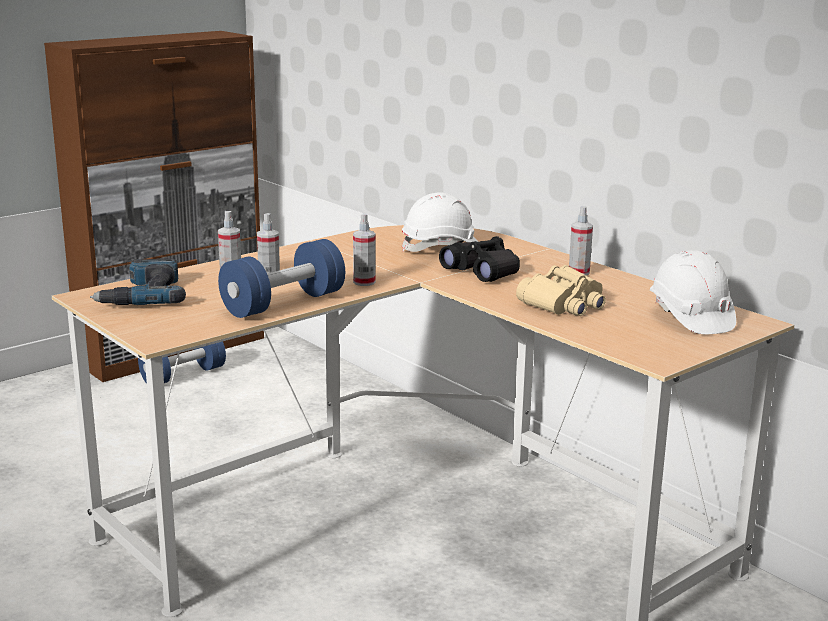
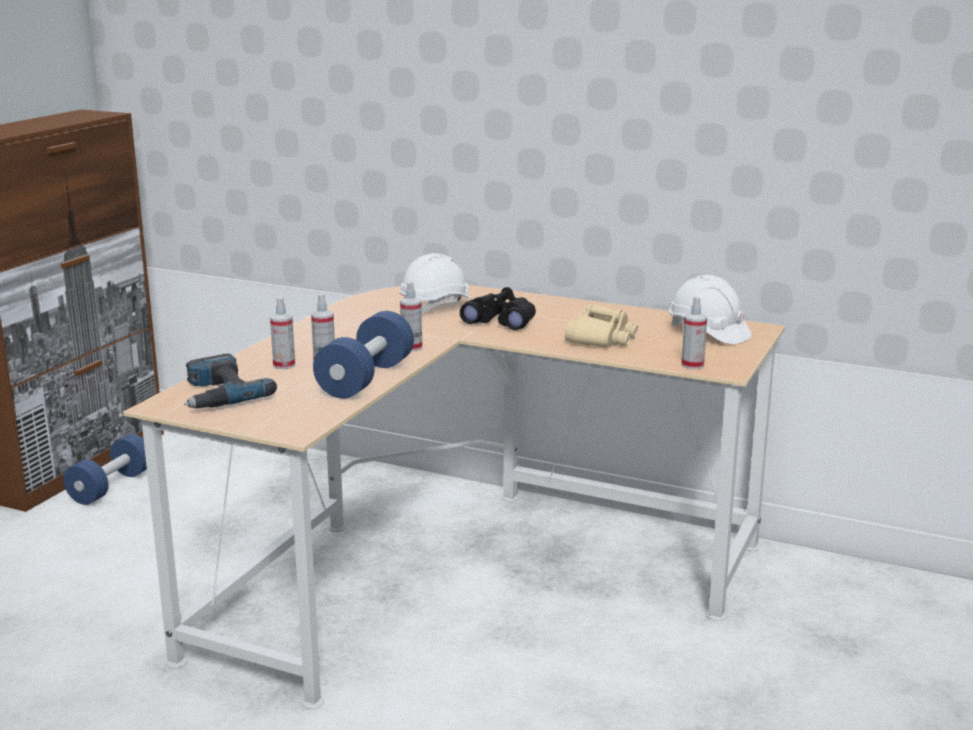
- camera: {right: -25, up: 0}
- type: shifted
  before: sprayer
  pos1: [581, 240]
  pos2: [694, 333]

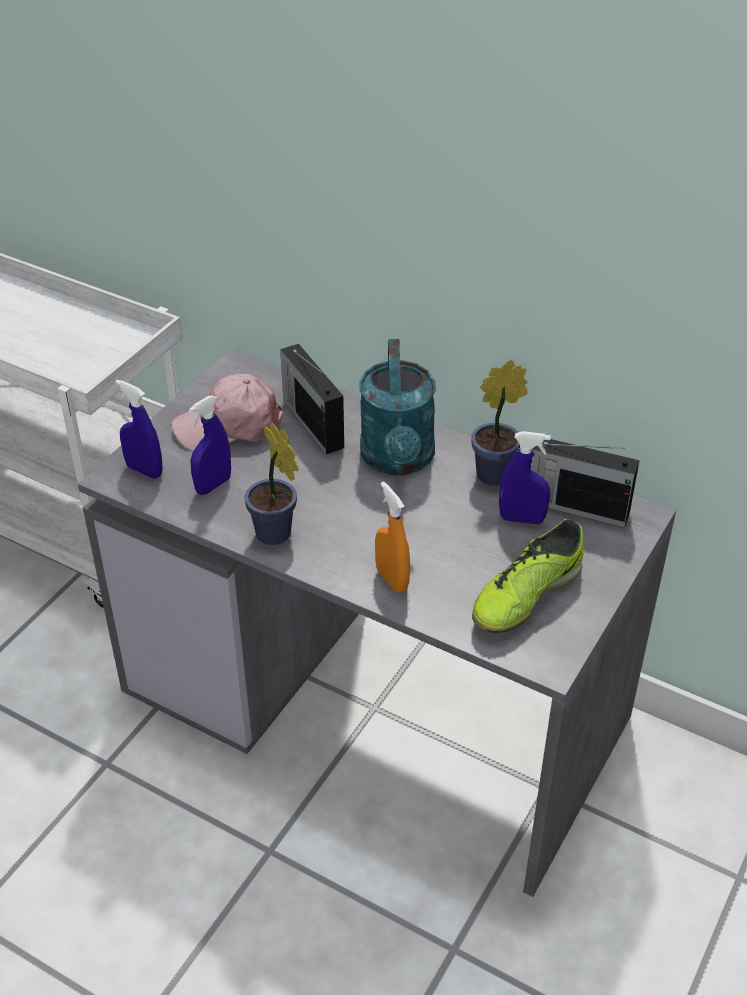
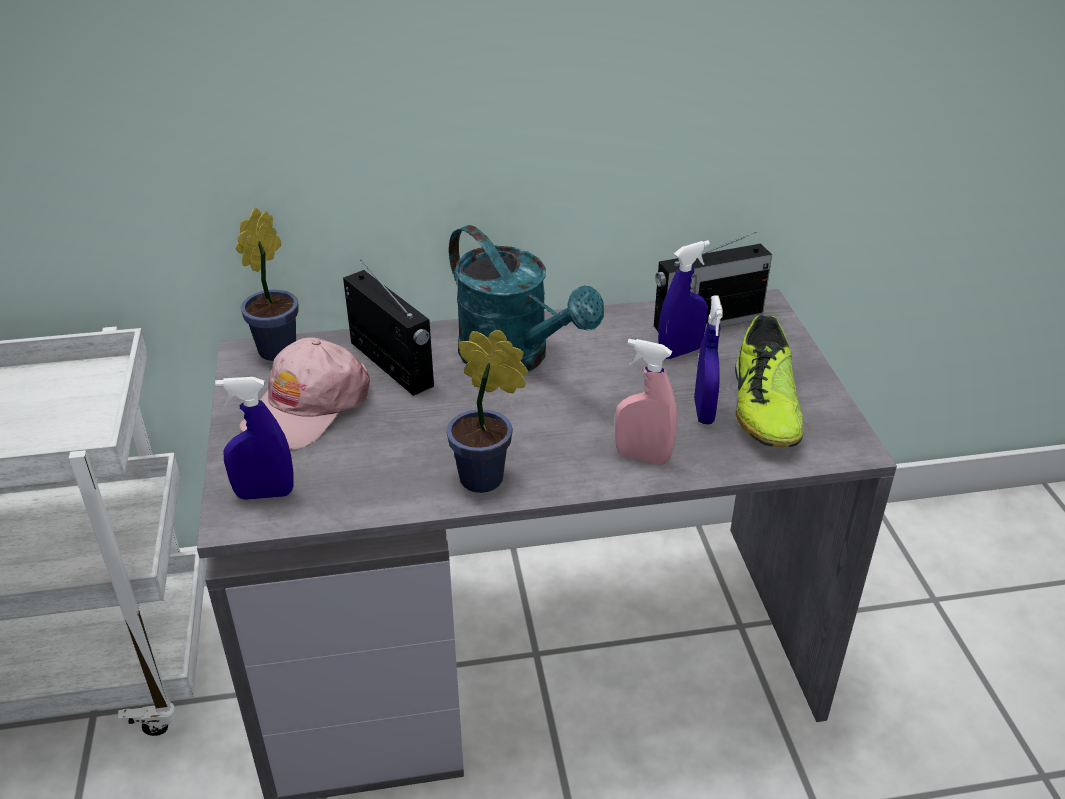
- camera: {right: -40, up: -5}
- type: shifted
  before: houseplant
  pos1: [499, 423]
  pos2: [267, 284]
- type: rotated
  before: radio
  pos1: [312, 399]
  pos2: [388, 328]
  turn: -150
- type: repainted
  before: orange-coloured sprayer
  after: pink-coloured sprayer
  pos1: [392, 537]
  pos2: [646, 402]
- type: shifted
  before: bluish sprayer
  pos1: [209, 445]
  pos2: [708, 359]

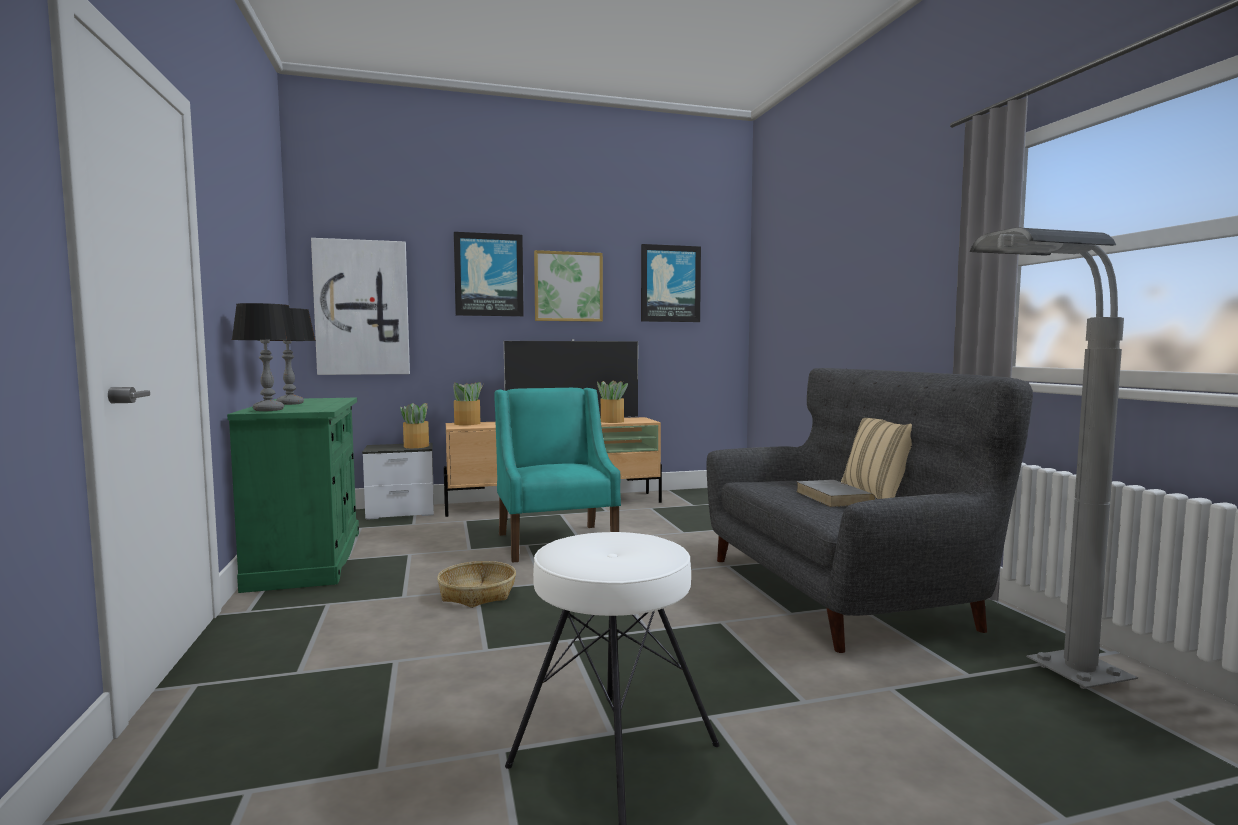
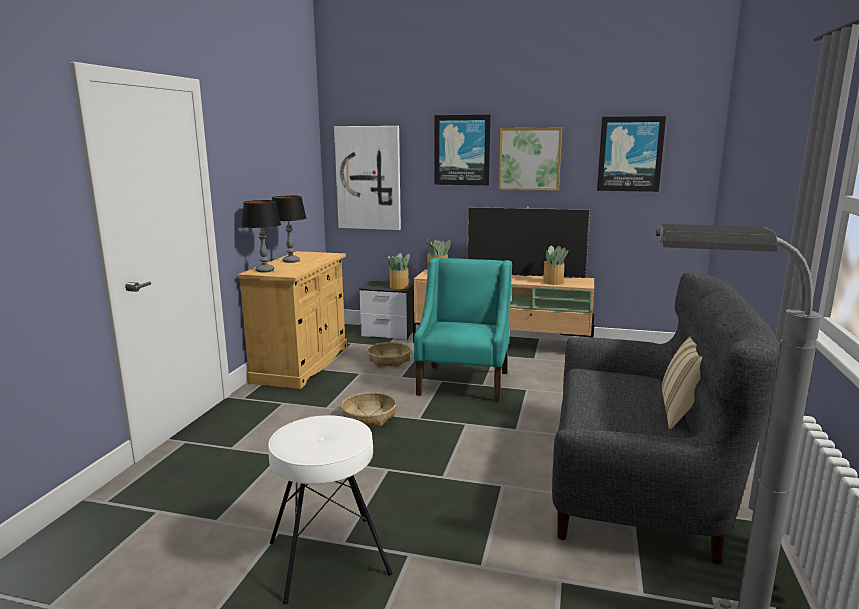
- camera: {right: 30, up: 10}
- type: repainted
  before: green-coloured cabinet
  after: beige-coloured cabinet
  pos1: [293, 495]
  pos2: [292, 320]
- type: new
  after: basket
  pos2: [389, 354]
- type: gone
  before: grey book
  pos1: [836, 493]

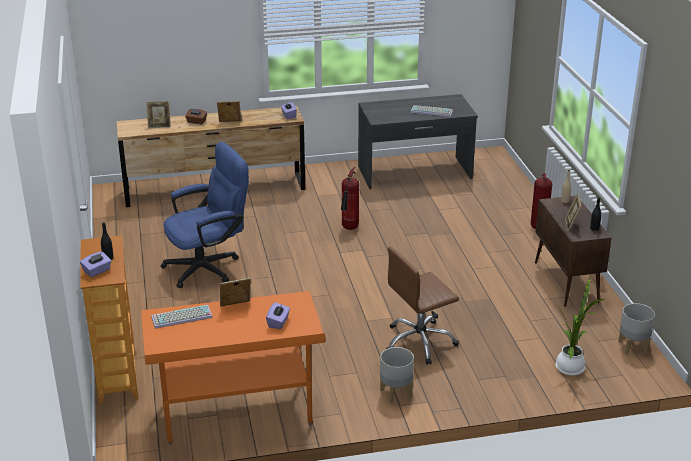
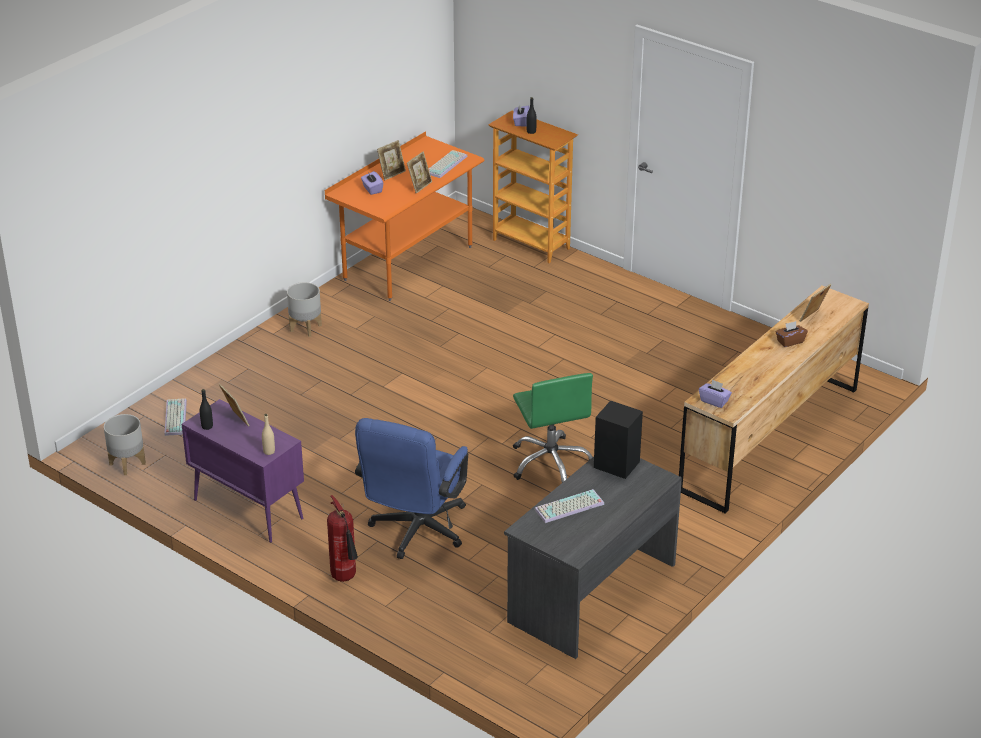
- camera: {right: 140, up: 5}
- type: swapped
  before: houseplant
  after: keyboard
  pos1: [580, 327]
  pos2: [175, 417]
- type: repainted
  before: brownish cabinet
  after: purple-coloured cabinet
  pos1: [573, 251]
  pos2: [243, 471]
- type: shifted
  before: bluish computer chair
  pos1: [205, 215]
  pos2: [411, 488]
- type: shifted
  before: picture frame
  pos1: [229, 111]
  pos2: [391, 160]
- type: swapped
  before: fire-fighting cylinder
  after: green-coloured computer chair
  pos1: [350, 198]
  pos2: [553, 428]
- type: new
  after: blackish loudspeaker
  pos2: [618, 439]
- type: gone
  before: brownish computer chair
  pos1: [422, 306]

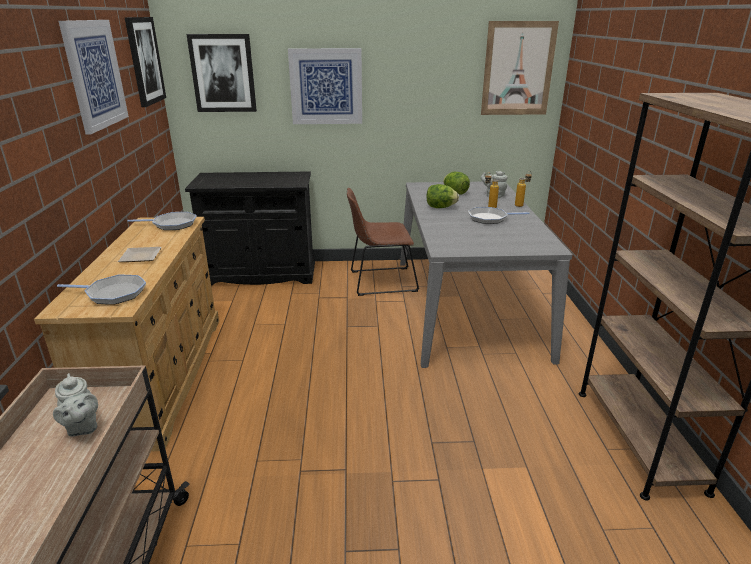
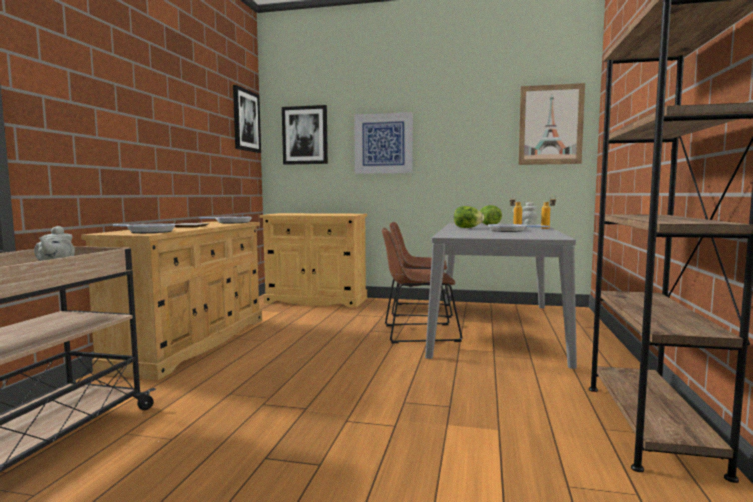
- camera: {right: 15, up: -20}
- type: repainted
  before: blackish cabinet
  after: beige-coloured cabinet
  pos1: [250, 229]
  pos2: [313, 260]
- type: new
  after: brownish chair
  pos2: [422, 285]
- type: gone
  before: wall picture
  pos1: [93, 77]

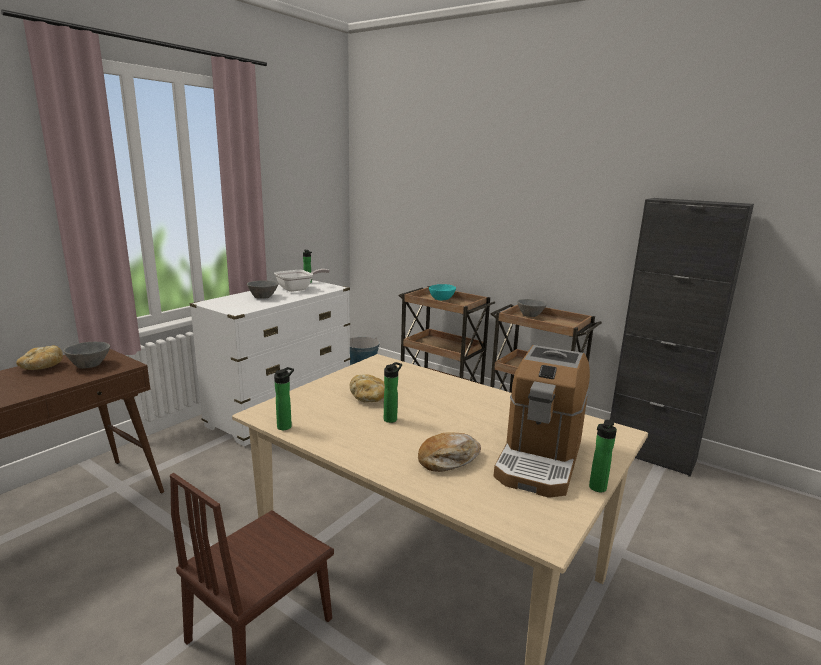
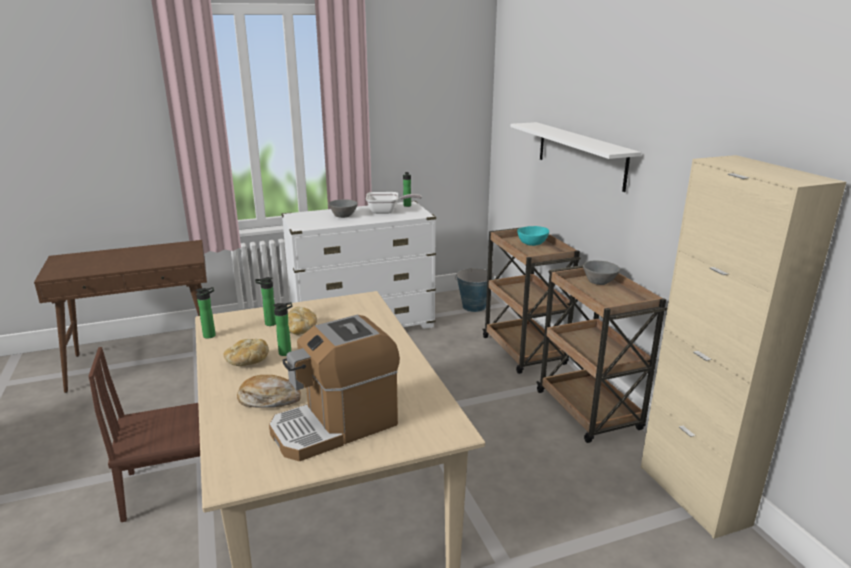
- camera: {right: 35, up: 5}
- type: shifted
  before: bakery bread
  pos1: [39, 357]
  pos2: [246, 352]
- type: shifted
  before: beverage bottle
  pos1: [603, 455]
  pos2: [265, 301]
- type: new
  after: whitish shelf
  pos2: [575, 157]
- type: repainted
  before: blackish cabinet
  after: beige-coloured cabinet
  pos1: [682, 337]
  pos2: [743, 347]
- type: gone
  before: grey serving bowl
  pos1: [86, 355]

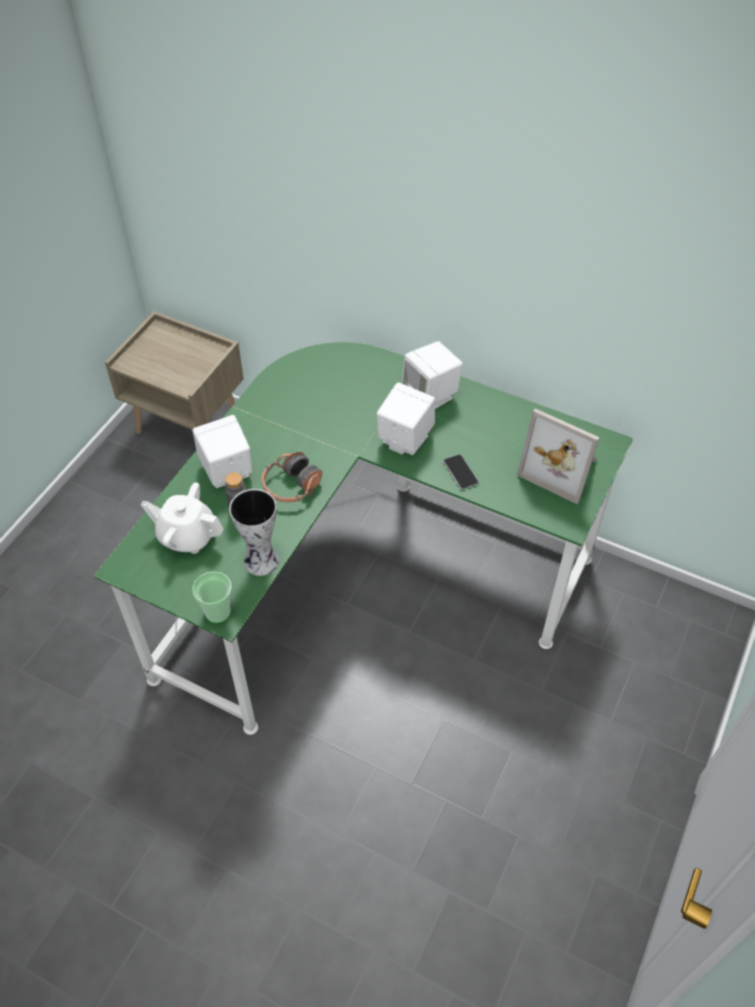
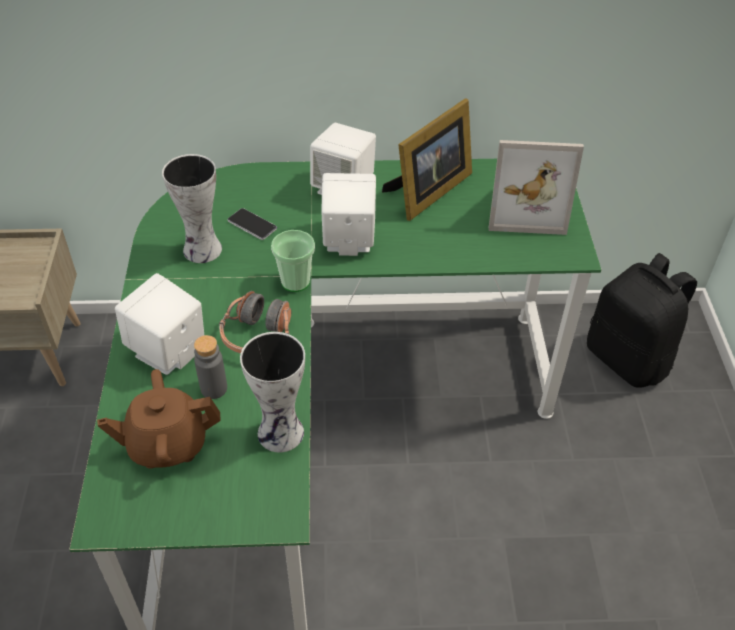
- camera: {right: -30, up: -5}
- type: repainted
  before: whitish pot for tea
  after: brownish pot for tea
  pos1: [182, 518]
  pos2: [159, 419]
- type: new
  after: decorative vase
  pos2: [192, 208]
- type: shifted
  before: telephone
  pos1: [461, 472]
  pos2: [252, 224]
- type: shifted
  before: small cup
  pos1: [212, 597]
  pos2: [293, 261]
- type: new
  after: picture frame
  pos2: [427, 159]
- type: new
  after: blackish rucksack
  pos2: [642, 320]

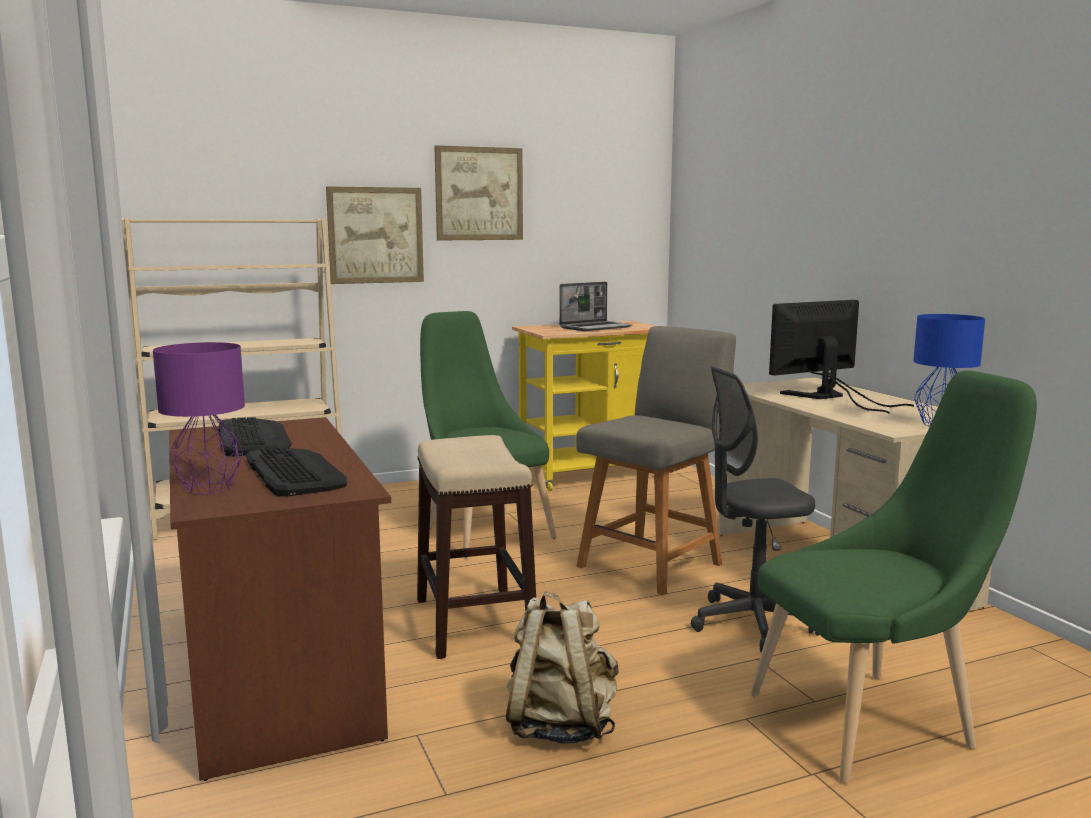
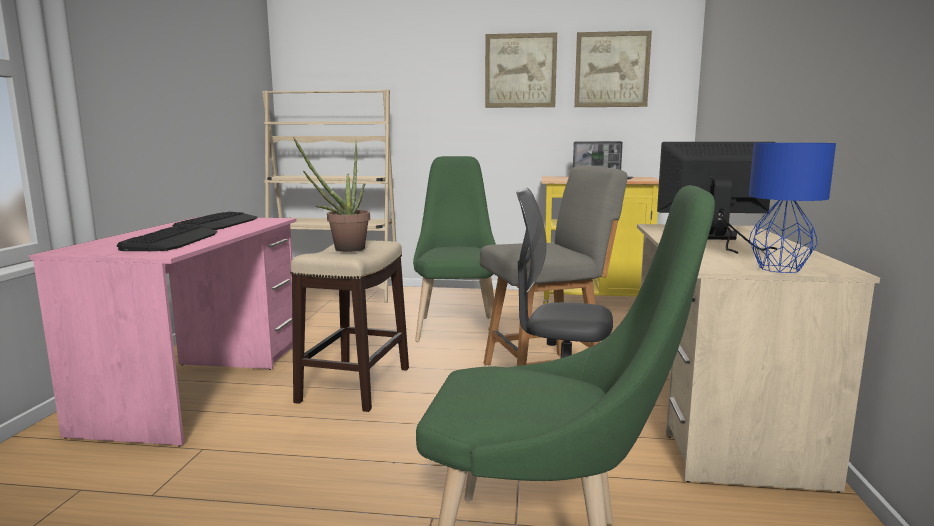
- camera: {right: 30, up: 0}
- type: repainted
  before: brownish desk unit
  after: pink-coloured desk unit
  pos1: [280, 599]
  pos2: [162, 331]
- type: new
  after: houseplant
  pos2: [331, 194]
- type: shifted
  before: wall picture
  pos1: [375, 235]
  pos2: [613, 69]
- type: gone
  before: purple-coloured lamp for a table
  pos1: [199, 418]
- type: gone
  before: beige-coloured rucksack
  pos1: [562, 668]

